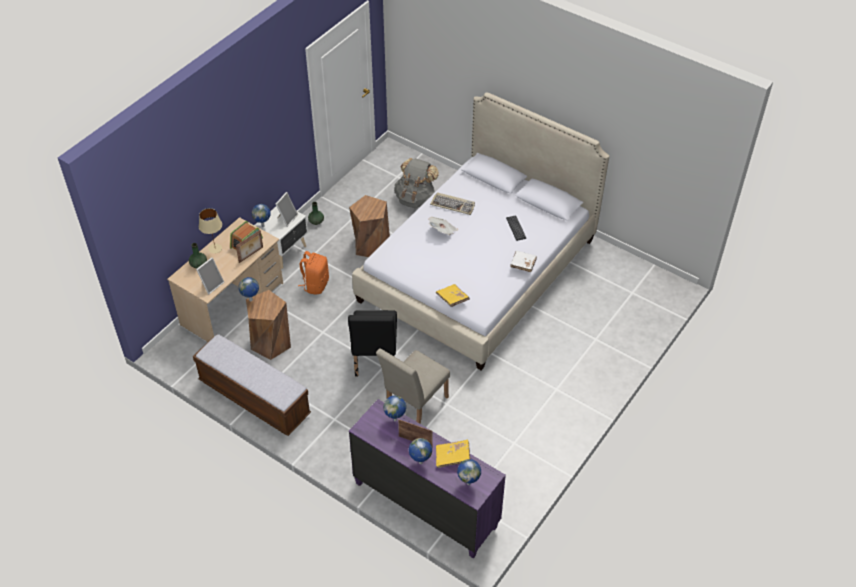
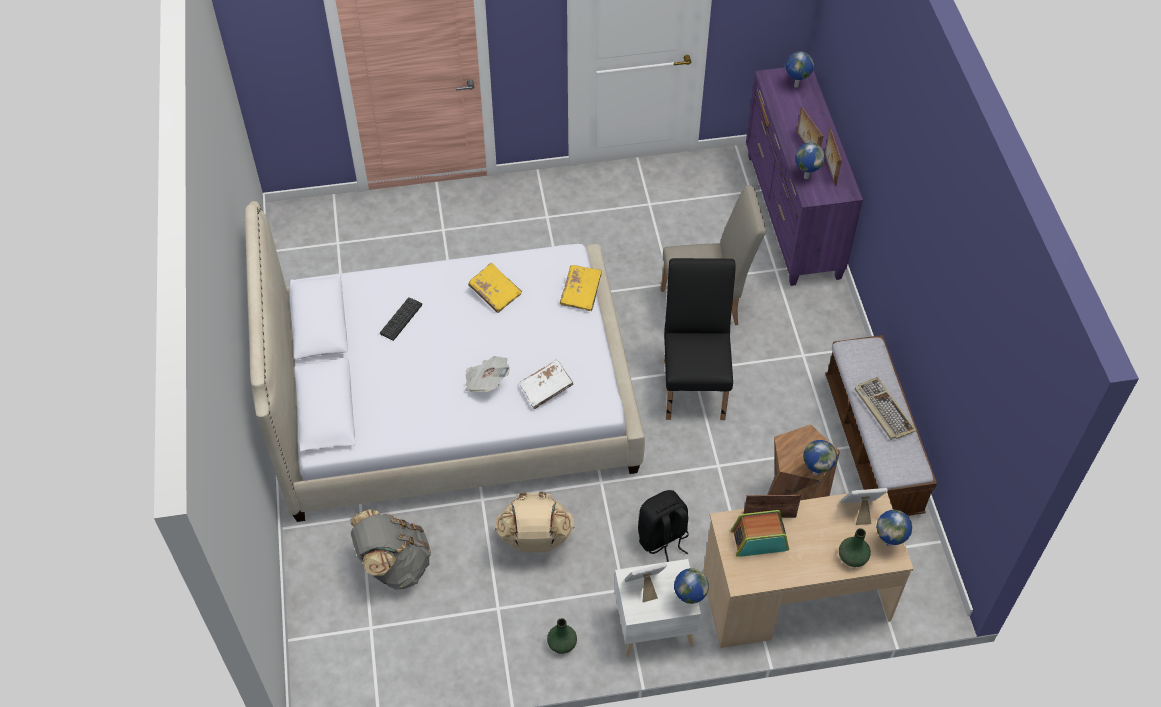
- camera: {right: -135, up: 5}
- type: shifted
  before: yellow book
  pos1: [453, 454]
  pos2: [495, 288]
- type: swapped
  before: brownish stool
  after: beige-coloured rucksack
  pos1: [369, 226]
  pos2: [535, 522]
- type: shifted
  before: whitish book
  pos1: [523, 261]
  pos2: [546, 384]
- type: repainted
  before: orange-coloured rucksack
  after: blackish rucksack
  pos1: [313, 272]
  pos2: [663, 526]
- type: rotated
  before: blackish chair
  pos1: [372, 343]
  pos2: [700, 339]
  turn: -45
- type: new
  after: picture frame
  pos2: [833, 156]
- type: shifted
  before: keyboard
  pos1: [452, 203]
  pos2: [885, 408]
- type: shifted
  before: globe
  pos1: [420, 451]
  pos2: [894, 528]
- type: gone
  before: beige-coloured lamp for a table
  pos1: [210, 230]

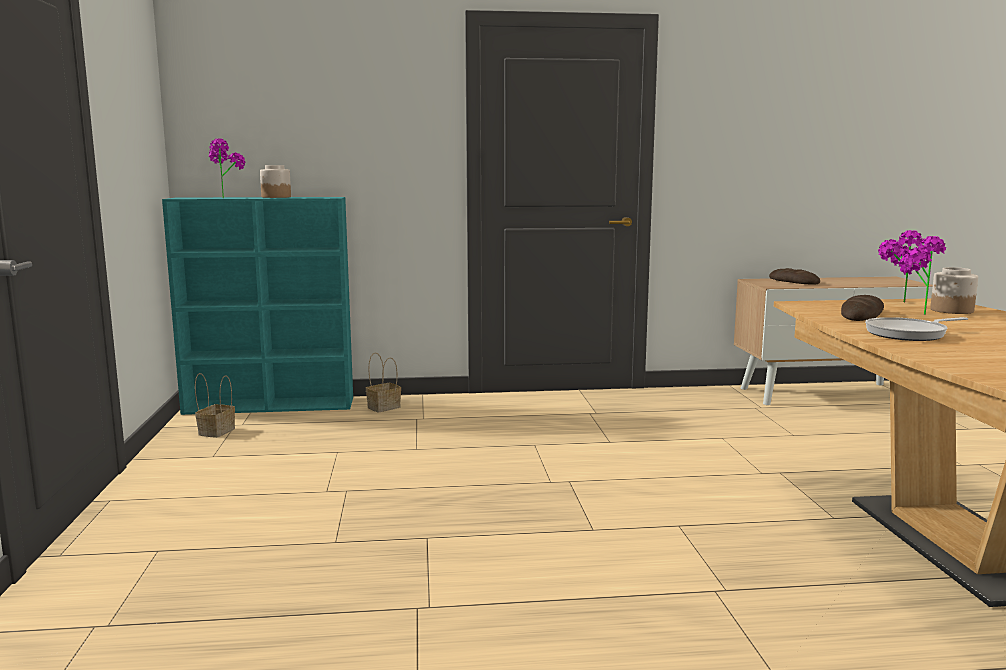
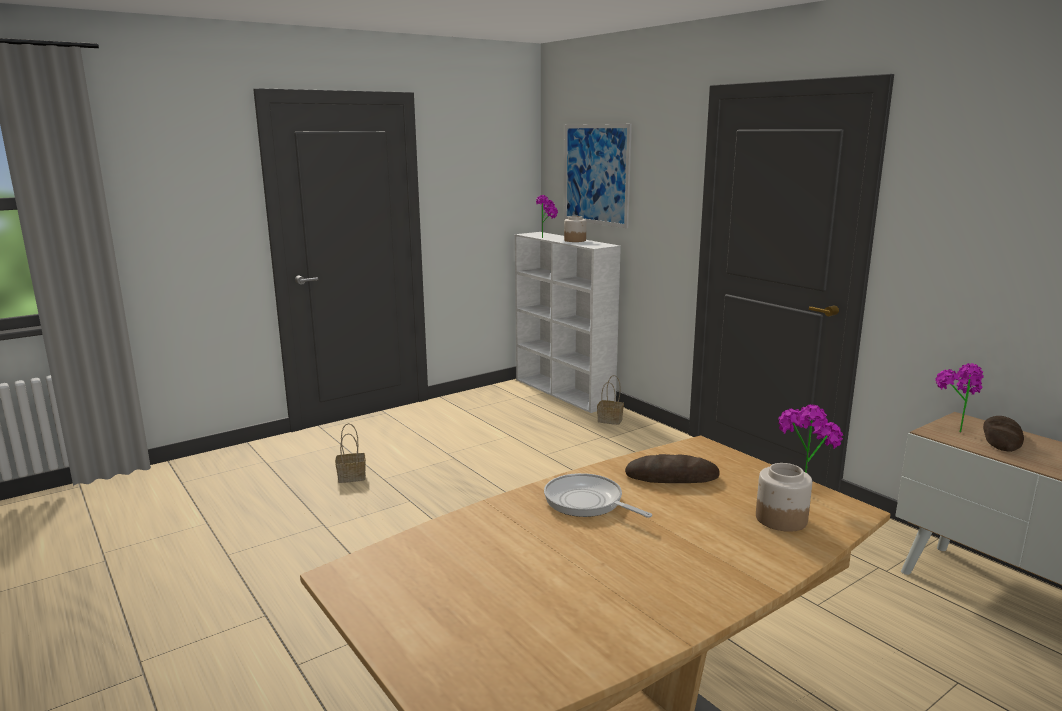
- camera: {right: 60, up: 5}
- type: shifted
  before: basket
  pos1: [215, 405]
  pos2: [350, 453]
- type: repainted
  before: blue-green bookshelf
  after: whitish bookshelf
  pos1: [257, 306]
  pos2: [568, 322]
- type: new
  after: wall picture
  pos2: [598, 176]
- type: shifted
  before: houseplant
  pos1: [922, 275]
  pos2: [959, 397]

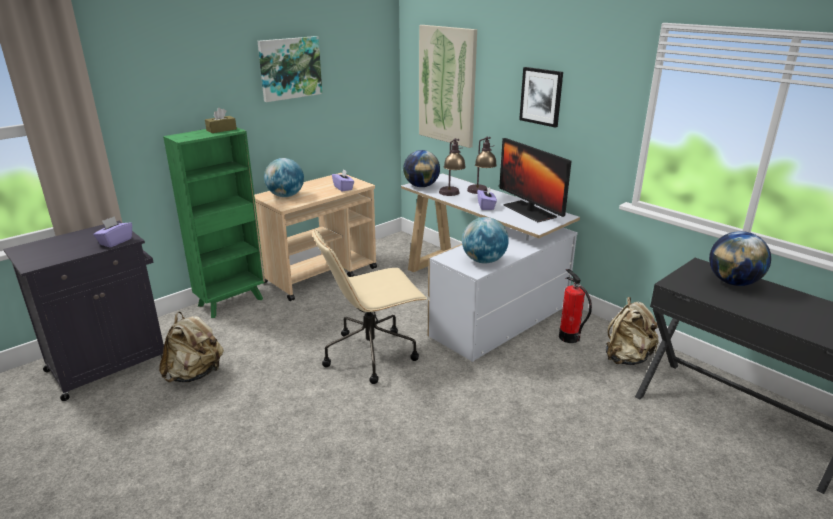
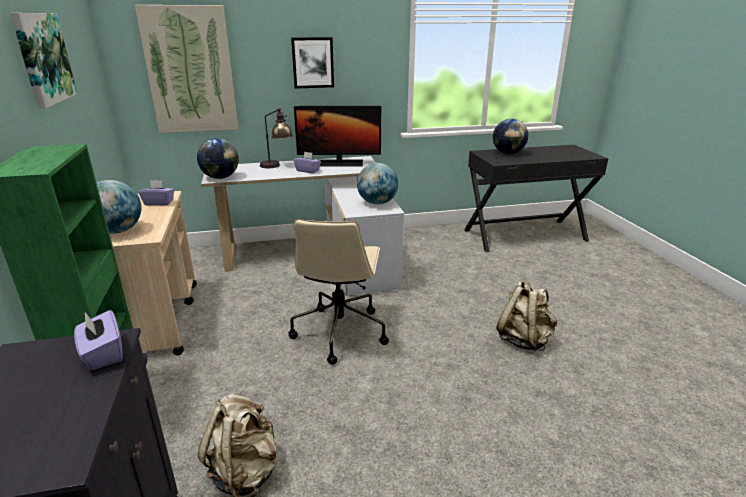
- camera: {right: -60, up: 0}
- type: shifted
  before: beige-coloured rucksack
  pos1: [632, 331]
  pos2: [526, 315]
- type: gone
  before: brownish tissue box
  pos1: [221, 120]
- type: gone
  before: lamp for a table
  pos1: [452, 167]
- type: gone
  before: fire-fighting cylinder
  pos1: [575, 306]

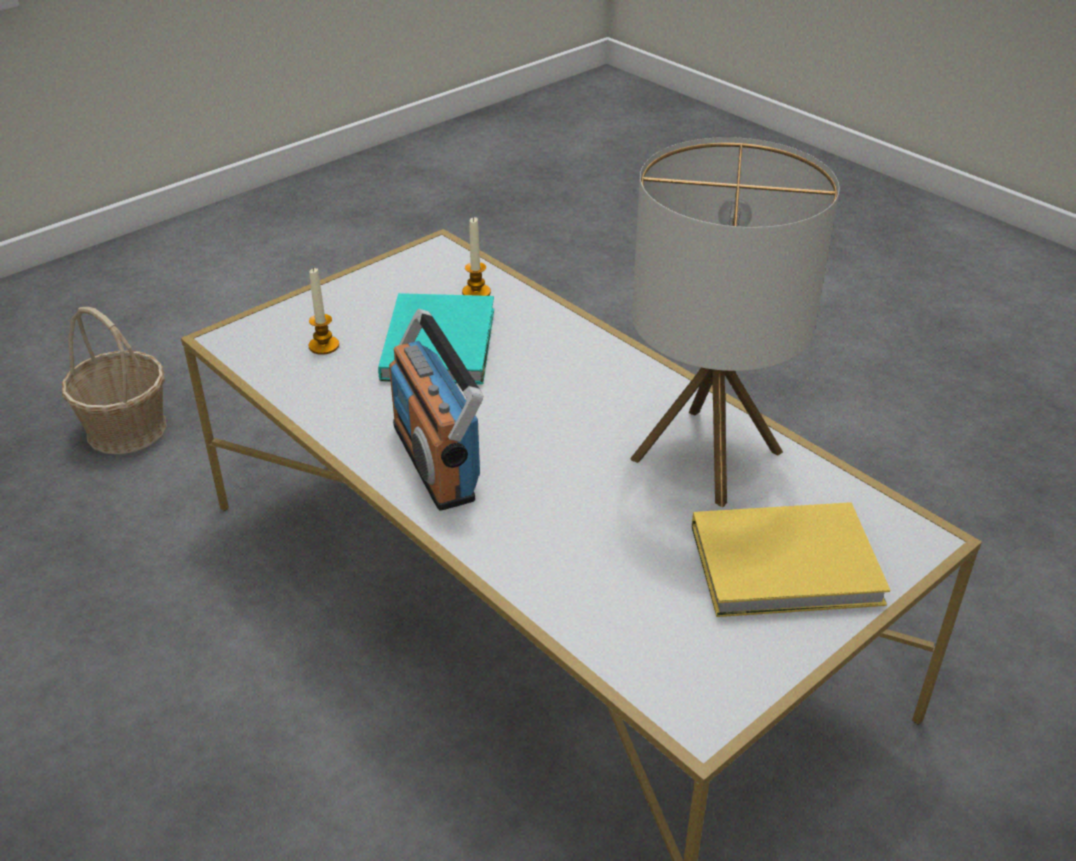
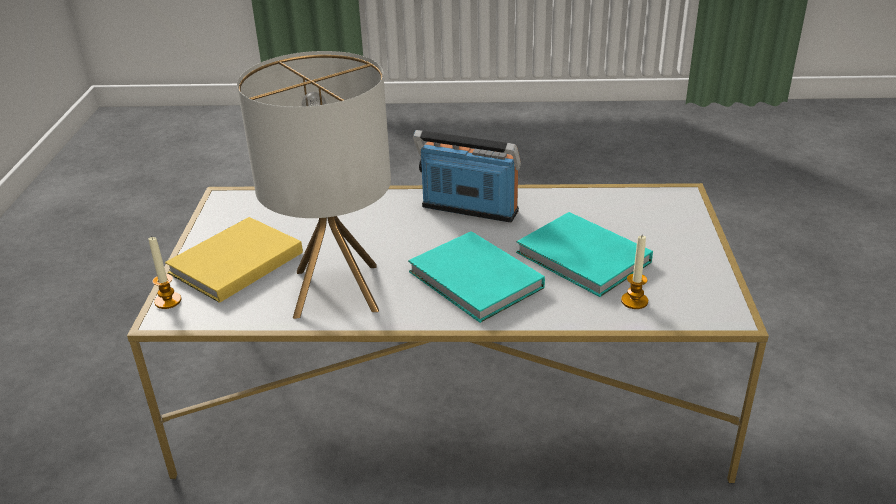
- camera: {right: 135, up: -5}
- type: shifted
  before: candle
  pos1: [323, 311]
  pos2: [164, 273]
- type: new
  after: blue-green book
  pos2: [476, 277]
- type: gone
  before: basket
  pos1: [114, 380]

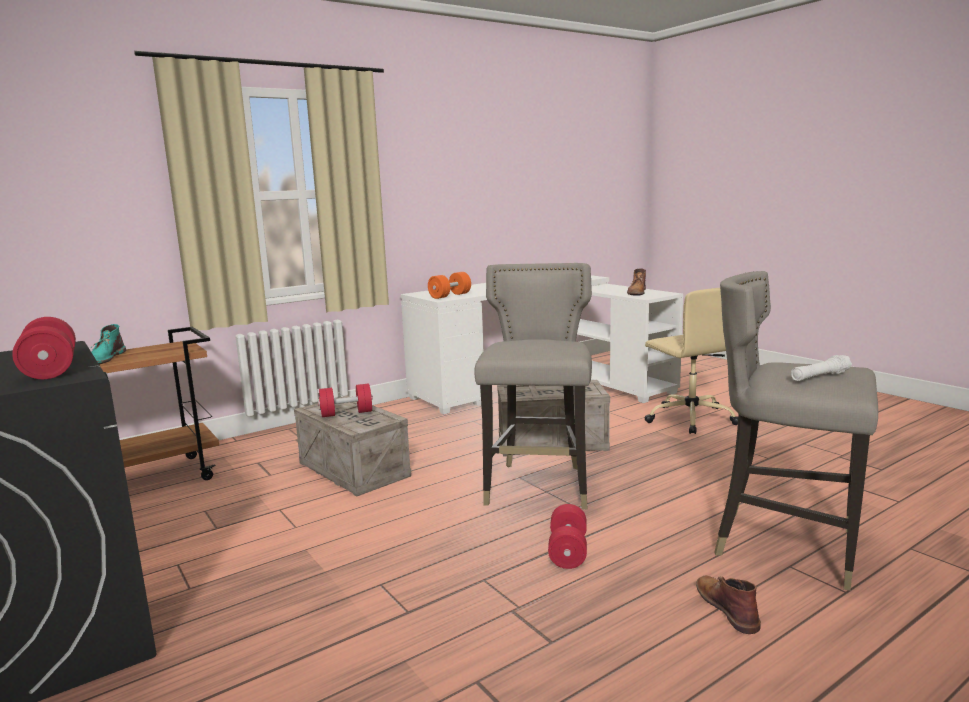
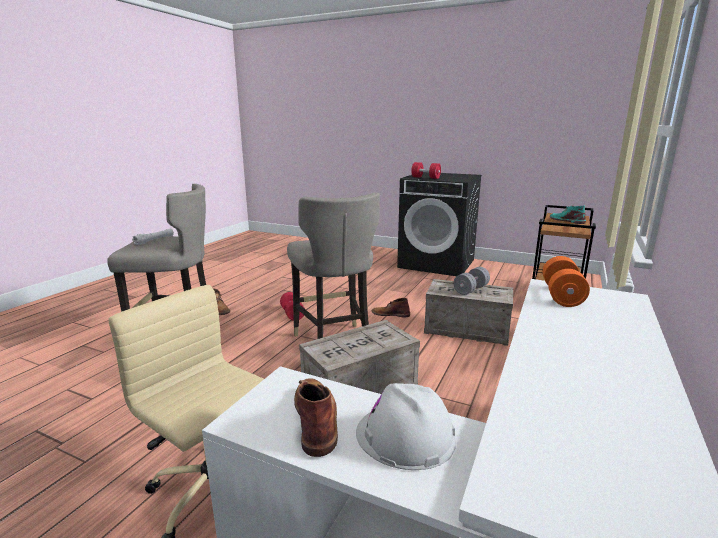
- camera: {right: 150, up: 5}
- type: new
  after: whitish work helmet
  pos2: [406, 426]
- type: new
  after: brownish high-top boot
  pos2: [391, 308]
- type: repainted
  before: red hand weight
  after: grey hand weight
  pos1: [345, 400]
  pos2: [471, 281]

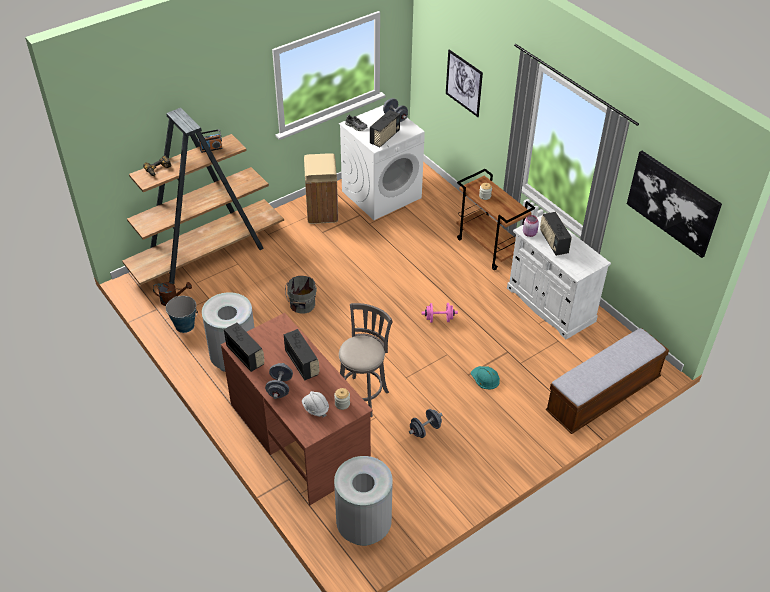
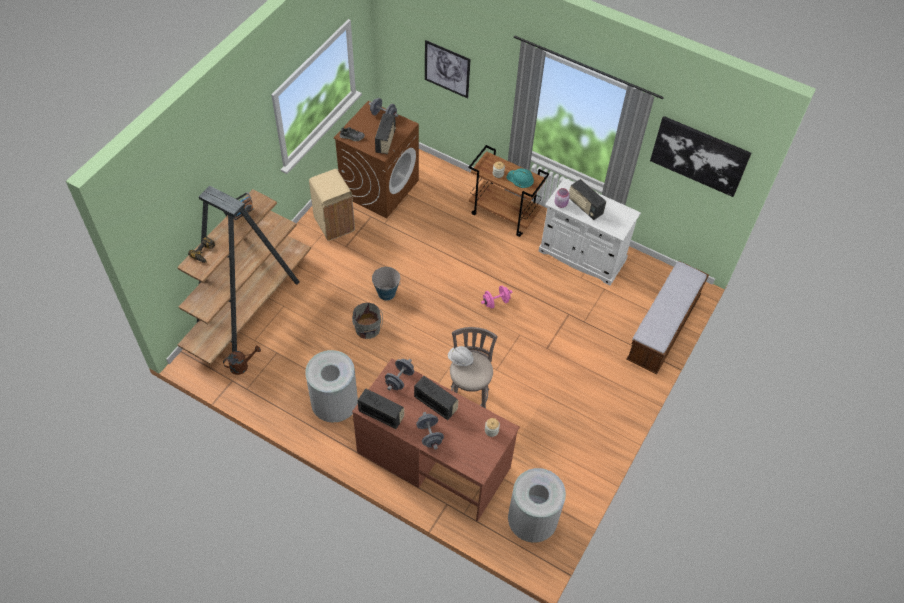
- camera: {right: -25, up: 10}
- type: repainted
  before: whitish washing machine
  after: brownish washing machine
  pos1: [382, 162]
  pos2: [376, 159]
- type: shifted
  before: bucket
  pos1: [182, 314]
  pos2: [386, 284]
- type: shifted
  before: grey hand weight
  pos1: [425, 423]
  pos2: [399, 374]
- type: shifted
  before: whitish work helmet
  pos1: [315, 404]
  pos2: [461, 356]
- type: shifted
  before: blue-green work helmet
  pos1: [485, 378]
  pos2: [520, 178]

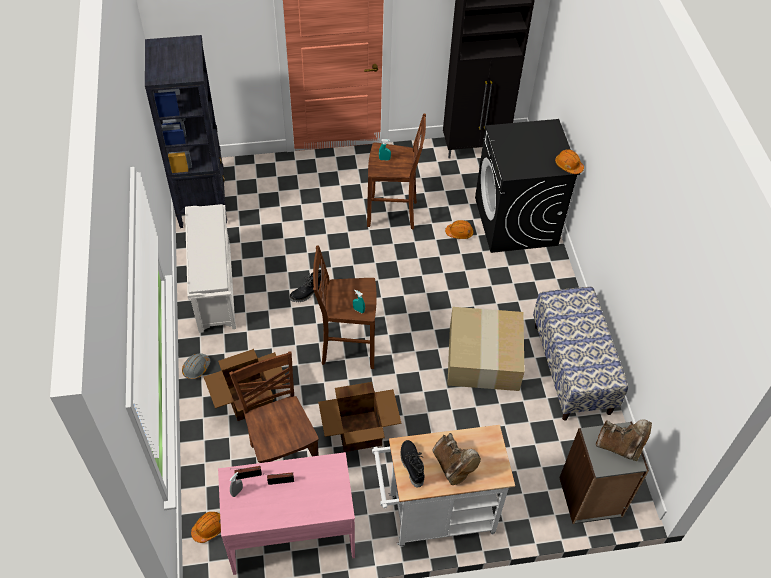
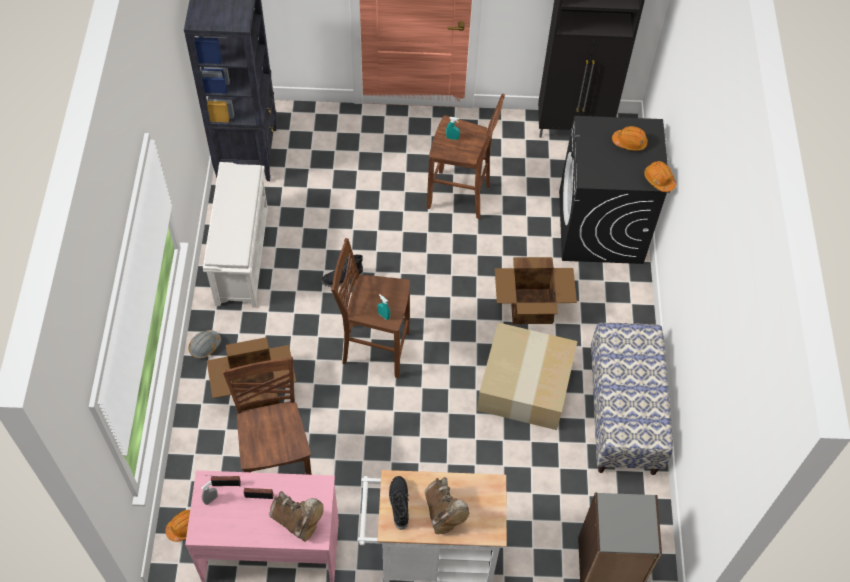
- camera: {right: 10, up: 5}
- type: shifted
  before: brownish high-top boot
  pos1: [624, 440]
  pos2: [296, 516]
- type: shifted
  before: cardboard box
  pos1: [360, 417]
  pos2: [536, 290]
- type: shifted
  before: orange-coloured work helmet
  pos1: [459, 229]
  pos2: [630, 138]

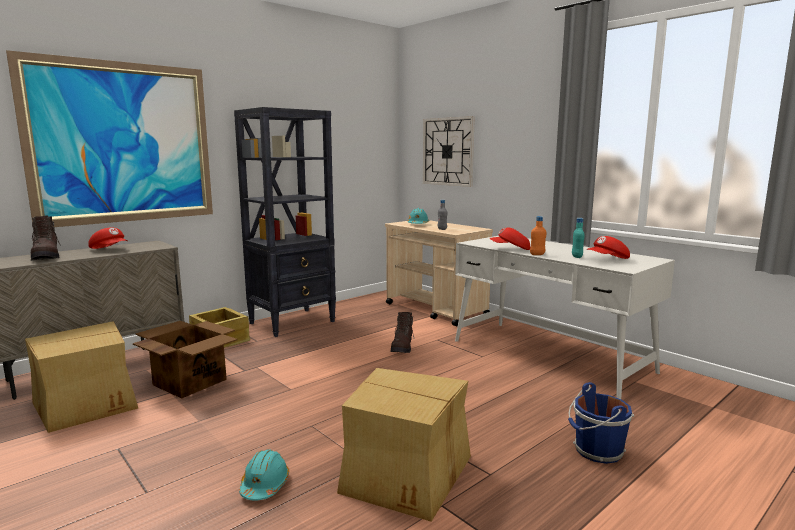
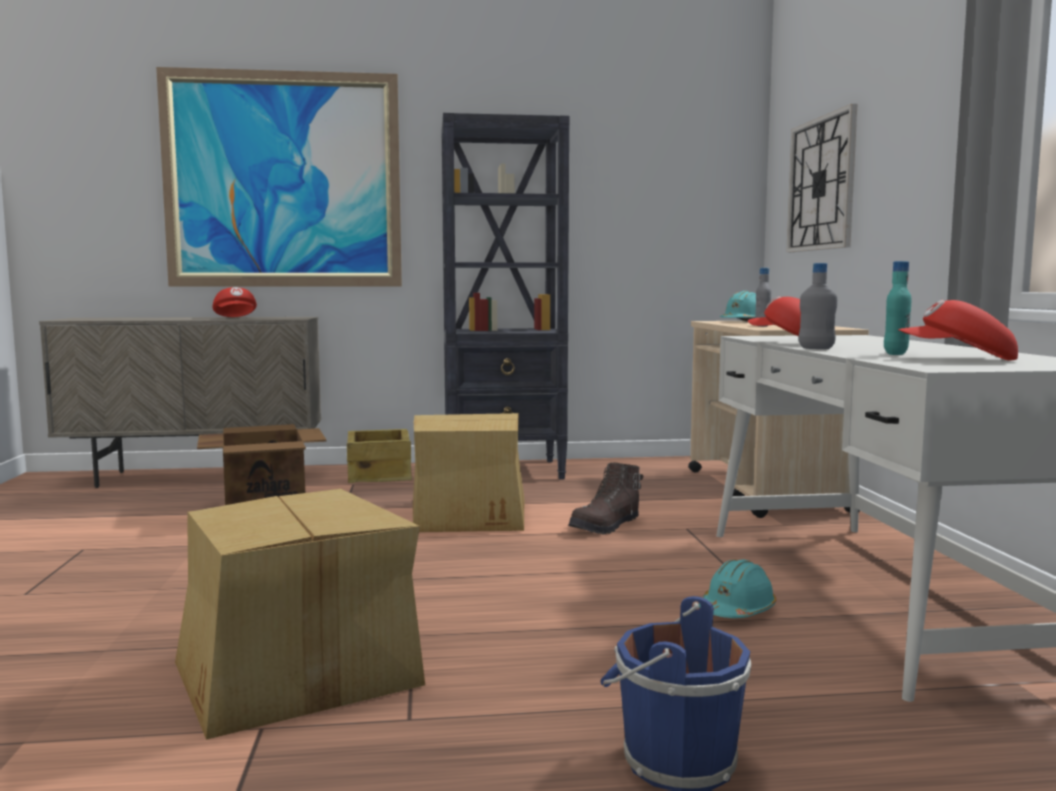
- camera: {right: 35, up: -5}
- type: shifted
  before: cardboard box
  pos1: [81, 377]
  pos2: [468, 472]
- type: shifted
  before: blue-green work helmet
  pos1: [264, 475]
  pos2: [738, 588]
- type: repainted
  before: orange-coloured beverage bottle
  after: grey beverage bottle
  pos1: [538, 235]
  pos2: [817, 306]
- type: gone
  before: brownish high-top boot
  pos1: [46, 238]

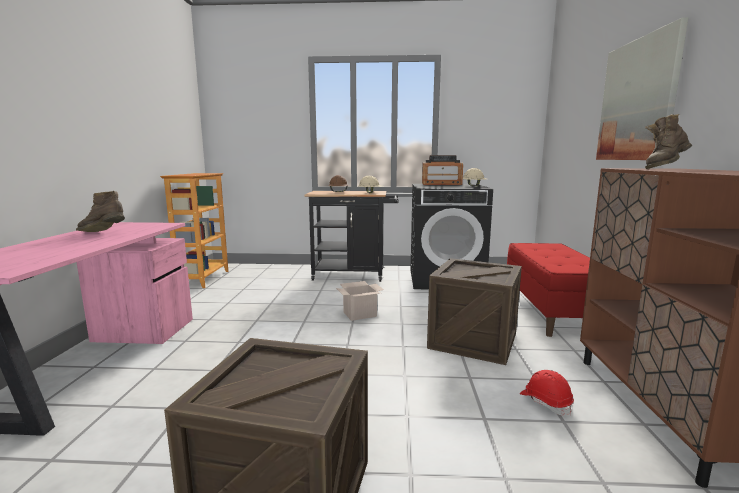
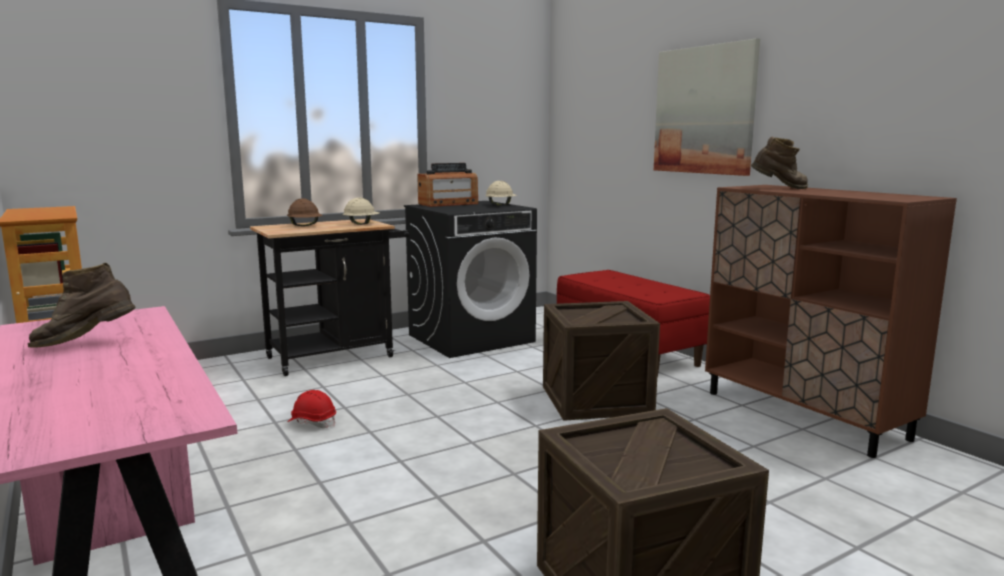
- camera: {right: -35, up: 0}
- type: shifted
  before: red work helmet
  pos1: [547, 393]
  pos2: [311, 409]
- type: rotated
  before: brownish high-top boot
  pos1: [668, 141]
  pos2: [779, 162]
  turn: -120
- type: gone
  before: cardboard box
  pos1: [360, 301]

